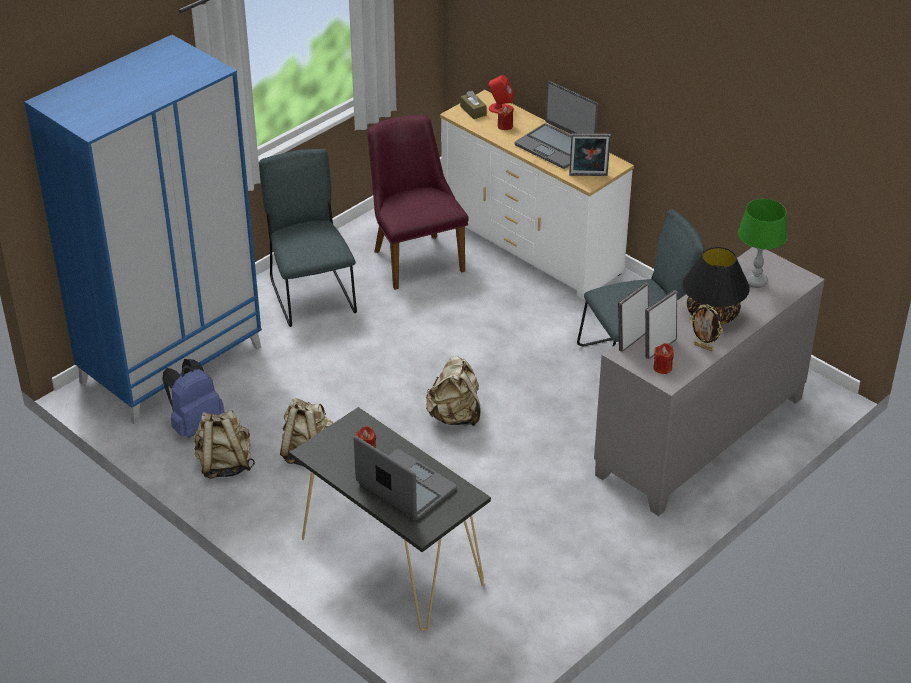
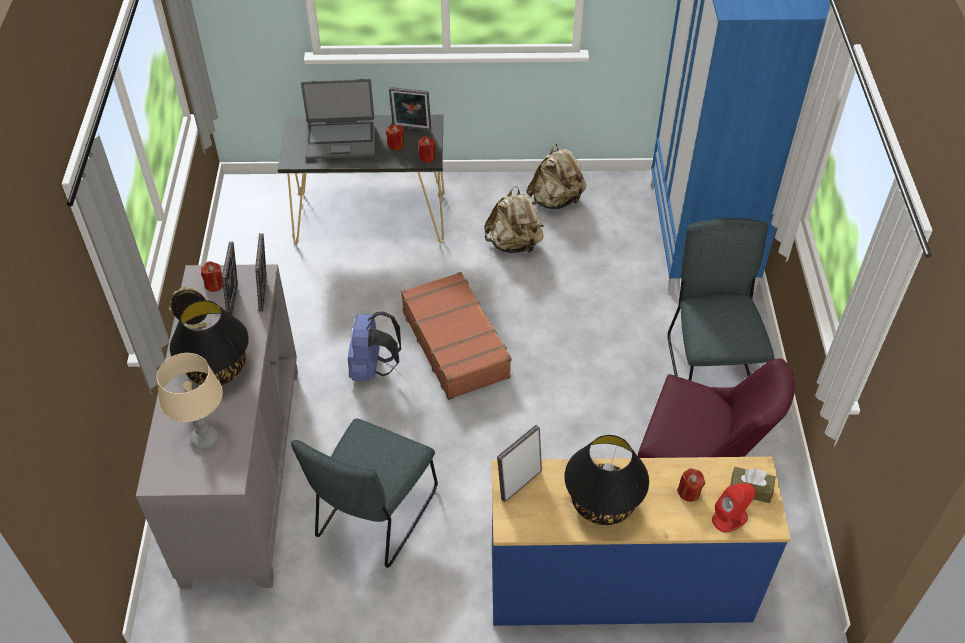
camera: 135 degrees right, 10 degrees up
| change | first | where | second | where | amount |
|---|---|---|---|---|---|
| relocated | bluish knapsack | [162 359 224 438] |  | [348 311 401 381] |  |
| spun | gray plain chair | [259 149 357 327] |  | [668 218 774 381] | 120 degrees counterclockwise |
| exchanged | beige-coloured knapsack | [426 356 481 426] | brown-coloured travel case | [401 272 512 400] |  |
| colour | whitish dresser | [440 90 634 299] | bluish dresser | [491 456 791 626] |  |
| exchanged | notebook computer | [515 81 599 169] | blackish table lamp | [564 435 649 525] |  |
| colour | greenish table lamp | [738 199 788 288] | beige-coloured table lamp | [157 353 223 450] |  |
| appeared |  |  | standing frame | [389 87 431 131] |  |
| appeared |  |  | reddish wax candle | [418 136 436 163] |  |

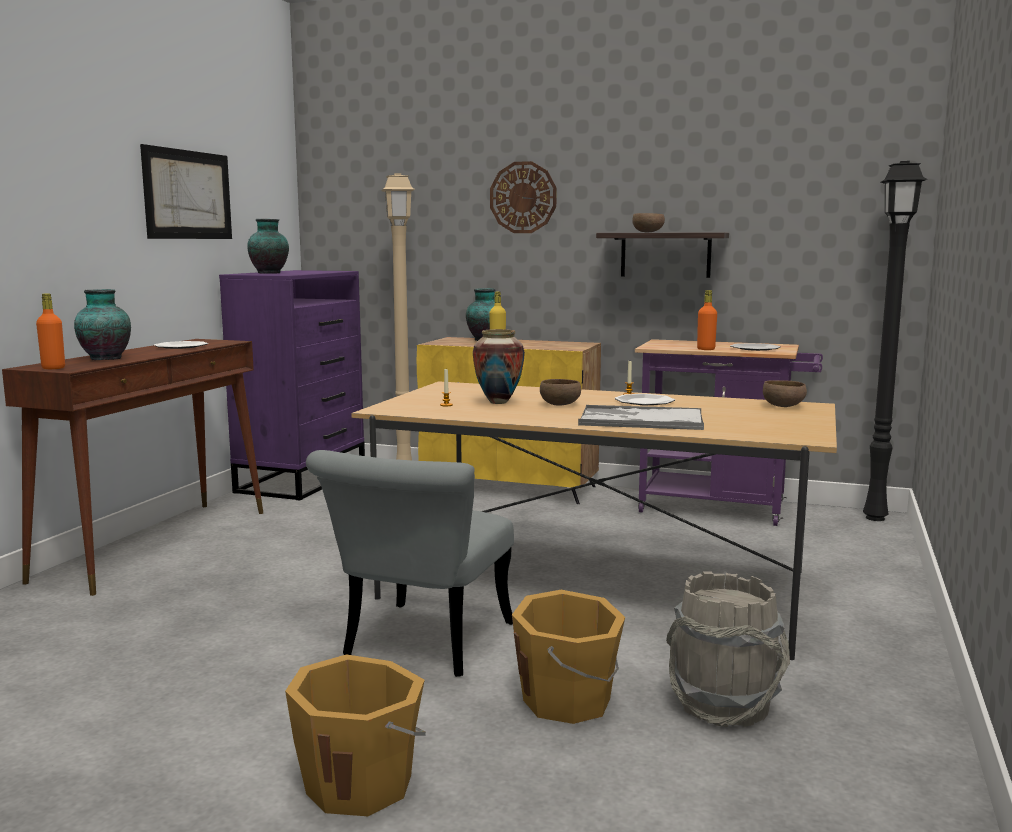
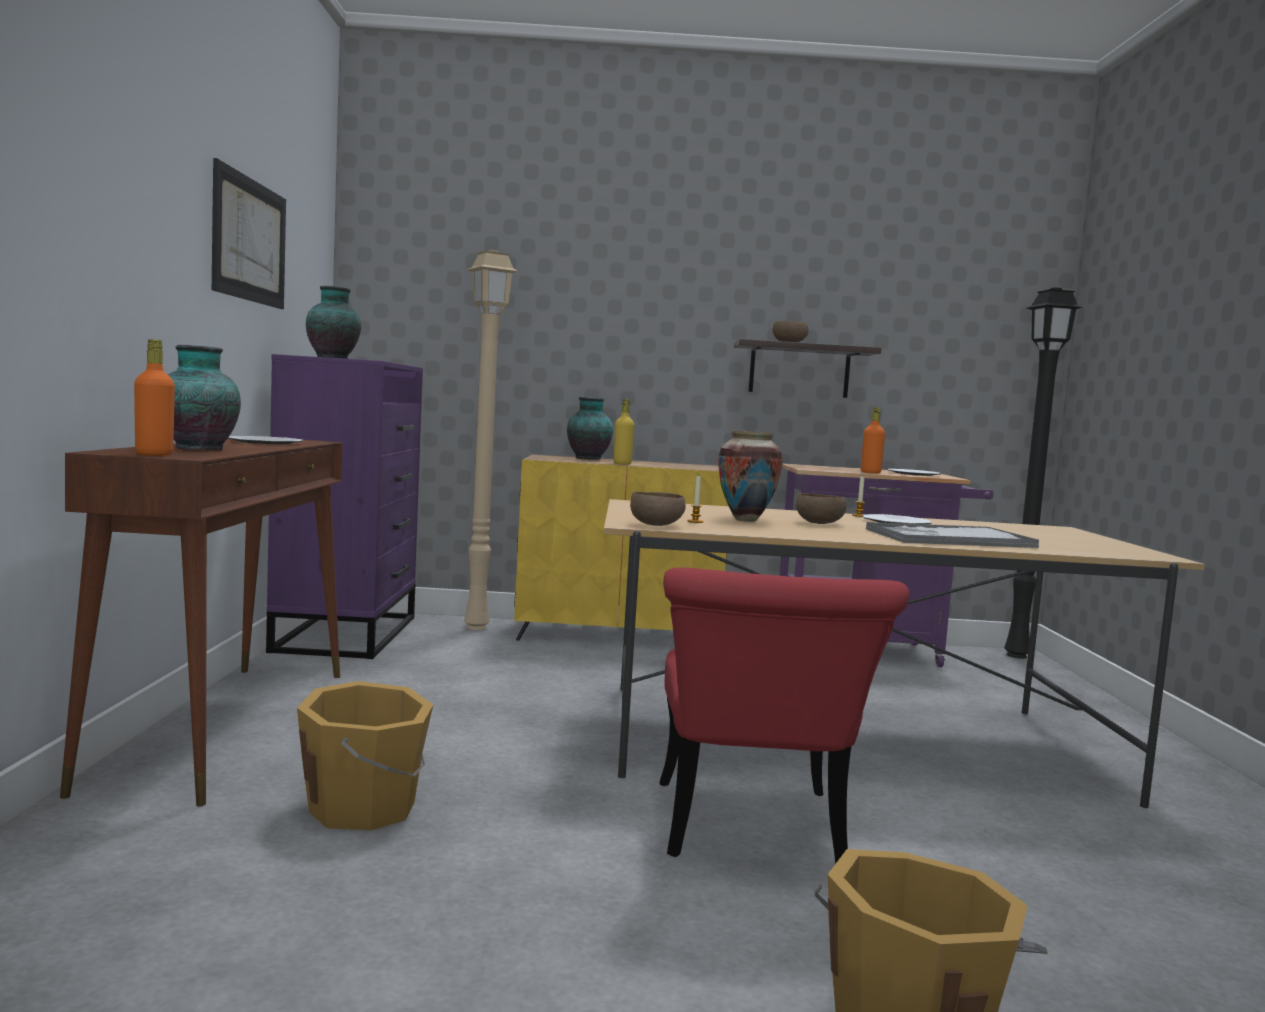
camera: 20 degrees left, 5 degrees down
| change | first | where | second | where | amount |
|---|---|---|---|---|---|
| colour | gray plain chair | [306 450 514 677] | reddish plain chair | [659 567 909 864] |  |
| missing | hanging clock | [490 161 557 233] |  |  |  |
| relocated | orange-coloured water bucket | [512 590 625 724] |  | [297 681 433 830] |  |
| missing | gray water bucket | [666 571 790 727] |  |  |  |
| relocated | brown-coloured deep dish | [763 381 807 407] |  | [630 492 686 526] |  |

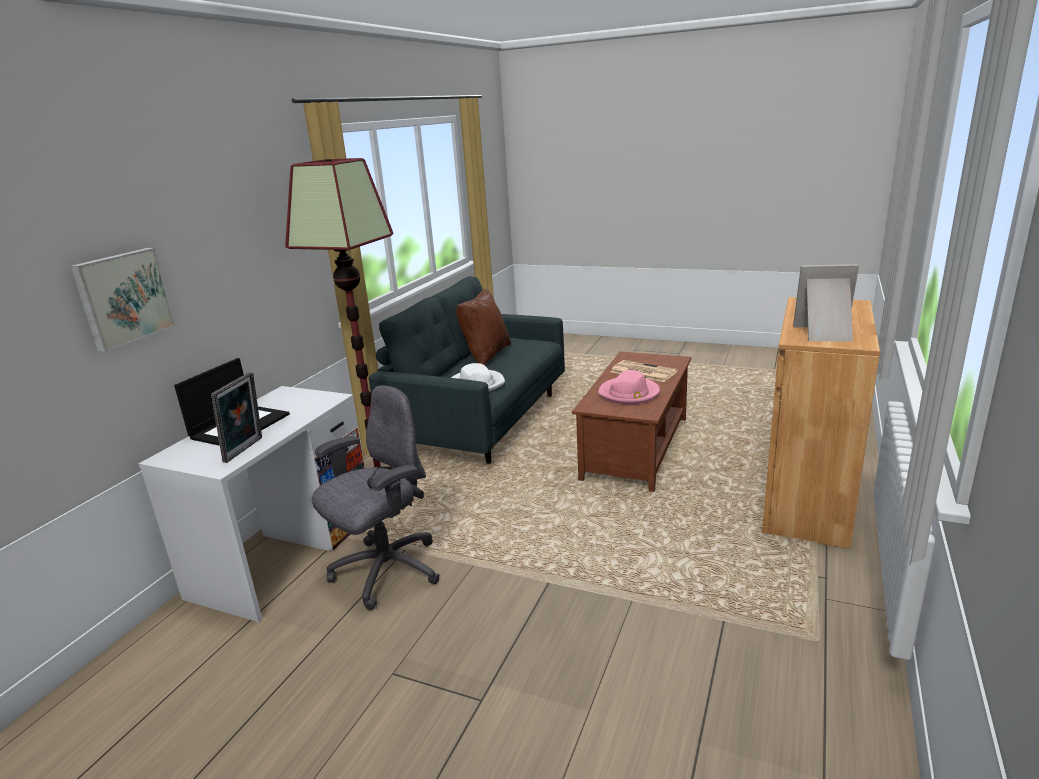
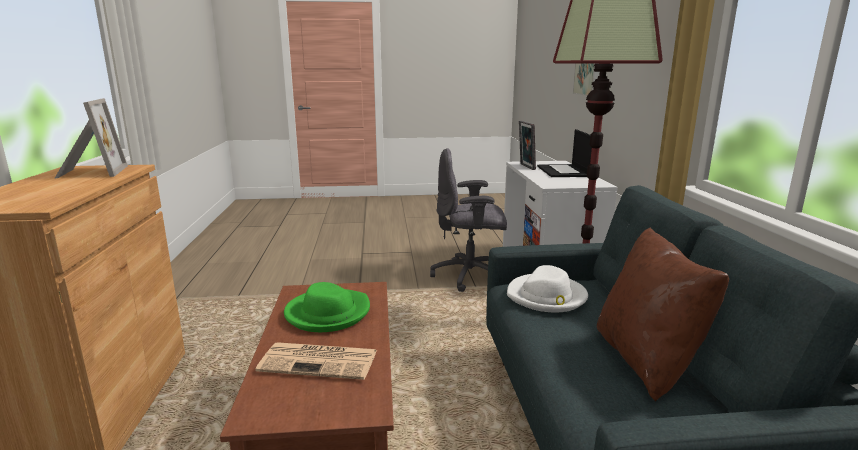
camera: 150 degrees right, 5 degrees down
| change | first | where | second | where | amount |
|---|---|---|---|---|---|
| spun | gray office chair | [312 385 440 610] |  | [430 148 507 292] | 75 degrees clockwise |
| colour | pink-coloured clothing hat | [598 370 660 404] | greenish clothing hat | [284 282 370 332] |  |
| spun | standing frame | [793 264 859 341] |  | [54 98 128 179] | 90 degrees counterclockwise |

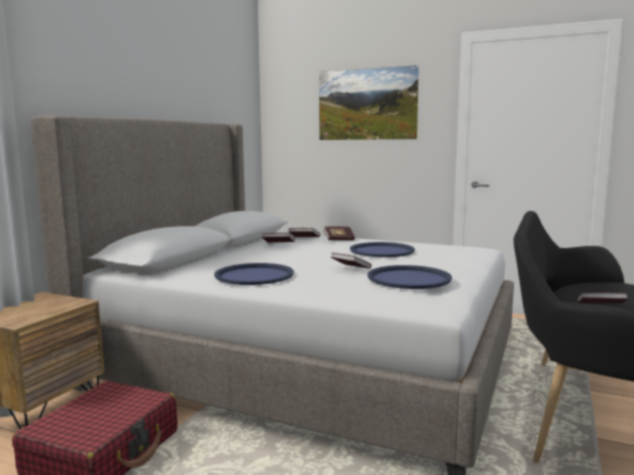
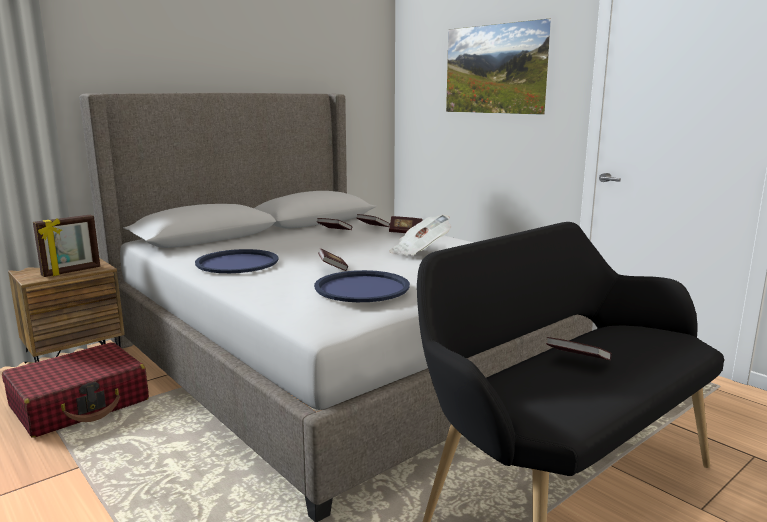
camera: 25 degrees right, 5 degrees up
| change | first | where | second | where | amount |
|---|---|---|---|---|---|
| exchanged | bluish serving tray | [350 242 415 257] | newspaper | [389 215 452 256] |  |
| appeared |  |  | standing frame | [33 215 100 277] |  |

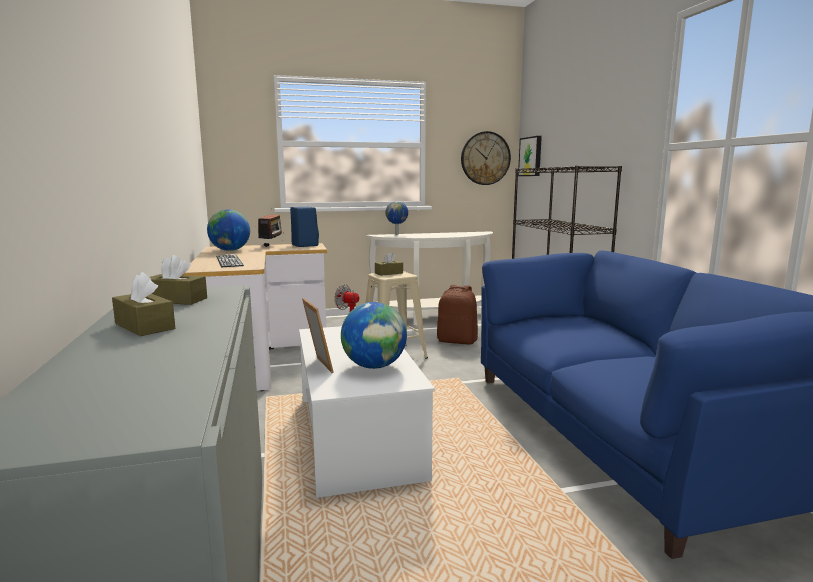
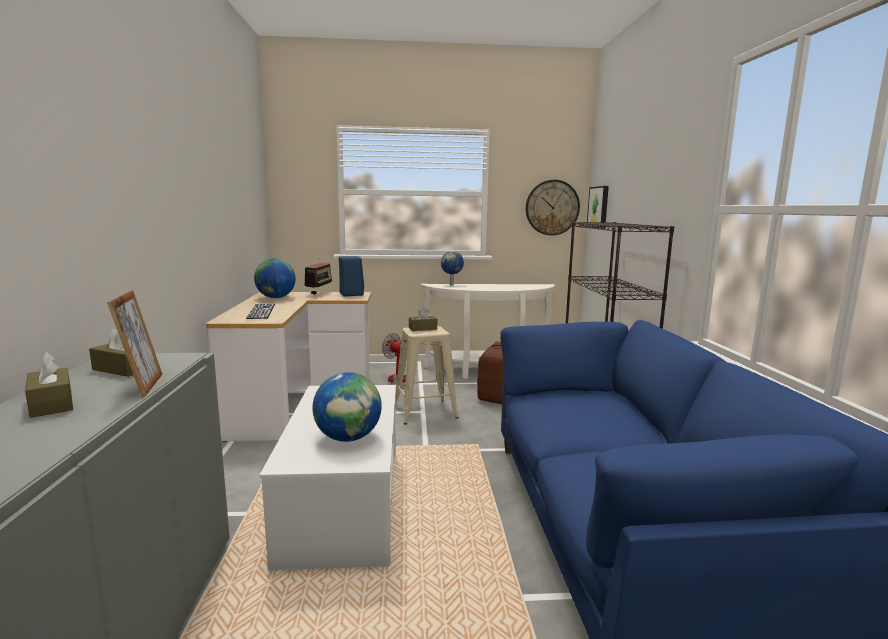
camera: 10 degrees right, 0 degrees up
| change | first | where | second | where | amount |
|---|---|---|---|---|---|
| relocated | standing frame | [302 298 334 373] |  | [107 290 162 397] |  |

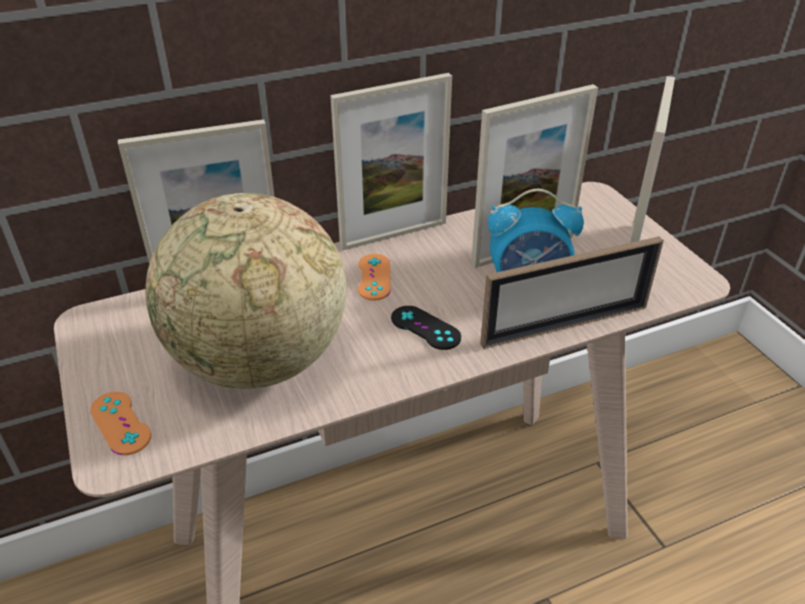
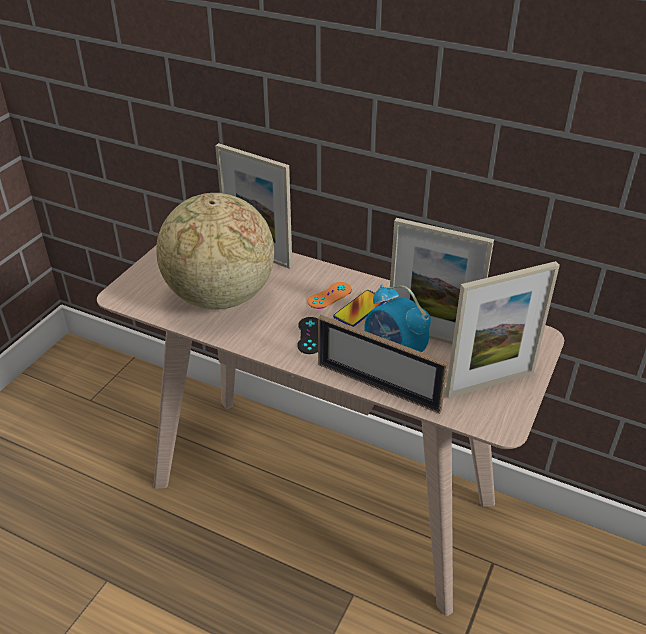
camera: 50 degrees right, 0 degrees up
| change | first | where | second | where | amount |
|---|---|---|---|---|---|
| missing | orange-coloured game controller | [90 392 151 455] |  |  |  |
| missing | standing frame | [330 73 452 250] |  |  |  |
| appeared |  |  | phone | [333 290 386 327] |  |

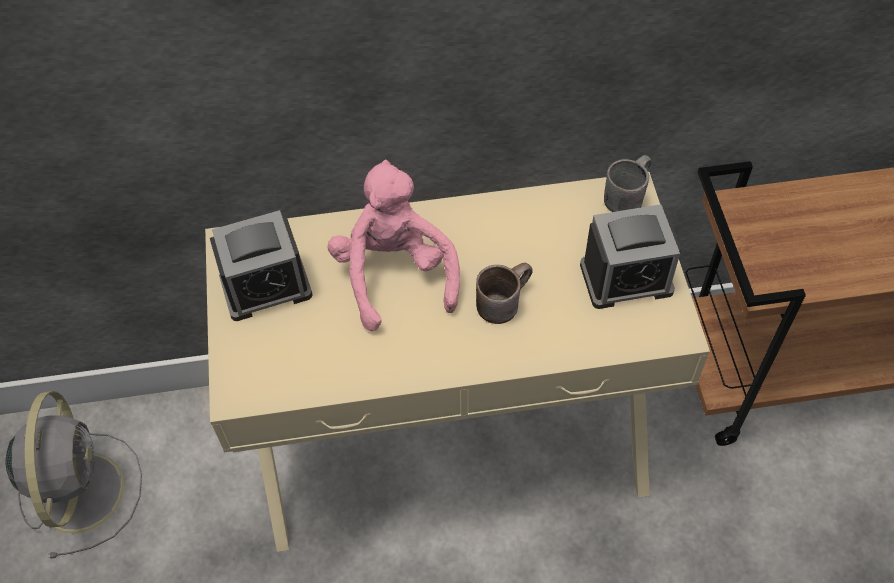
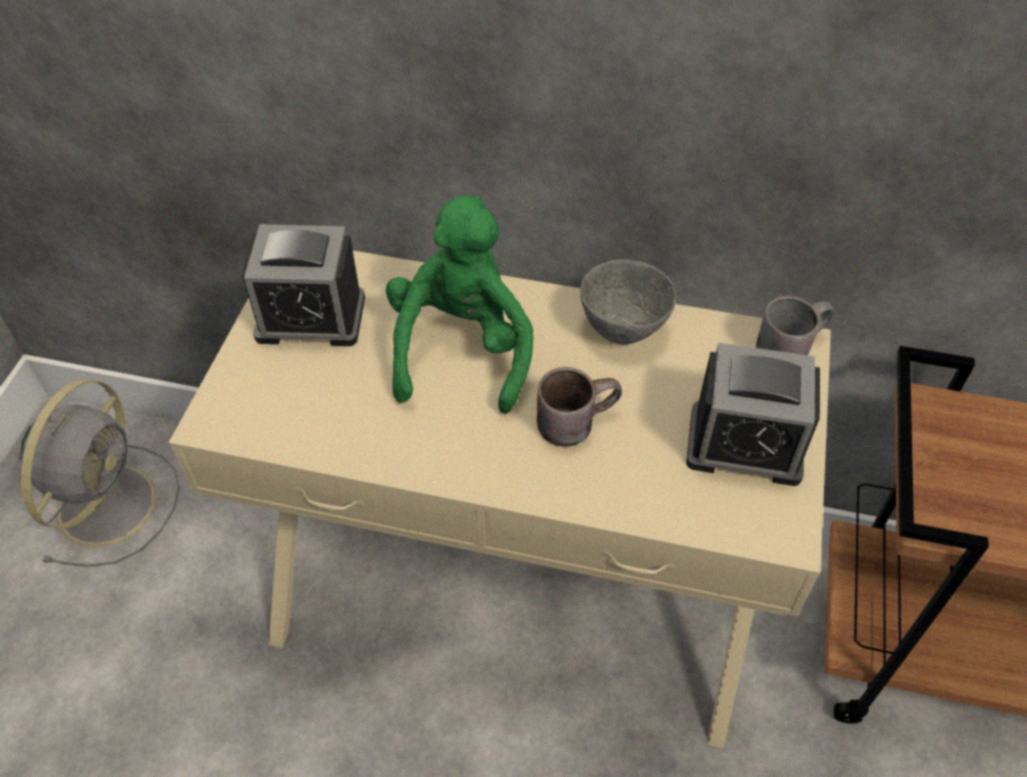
camera: 20 degrees right, 5 degrees down
| change | first | where | second | where | amount |
|---|---|---|---|---|---|
| colour | pink-coloured plush toy | [328 160 460 331] | greenish plush toy | [386 196 534 414] |  |
| appeared |  |  | gray deep dish | [580 259 676 344] |  |

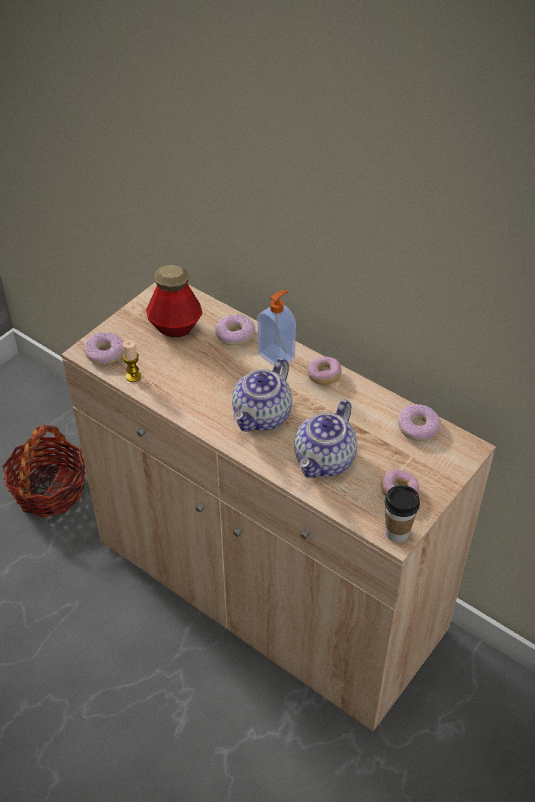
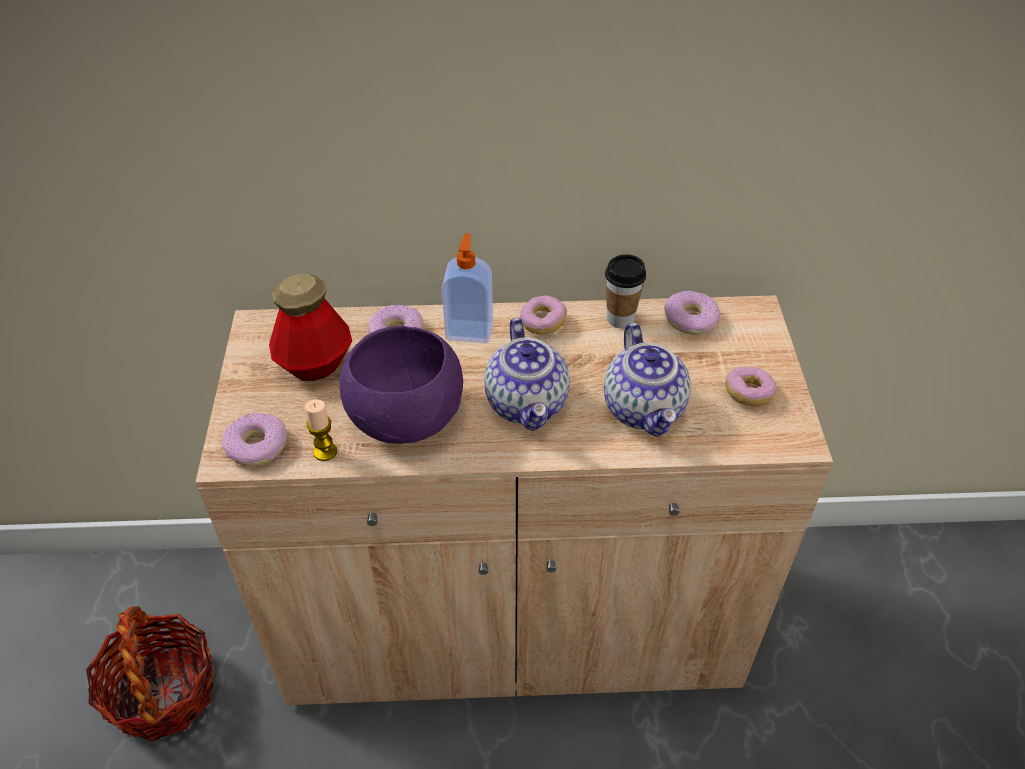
camera: 40 degrees left, 0 degrees up
| change | first | where | second | where | amount |
|---|---|---|---|---|---|
| relocated | small cup | [385 485 420 543] |  | [605 254 646 328] |  |
| appeared |  |  | purple-coloured deep dish | [339 326 463 444] |  |

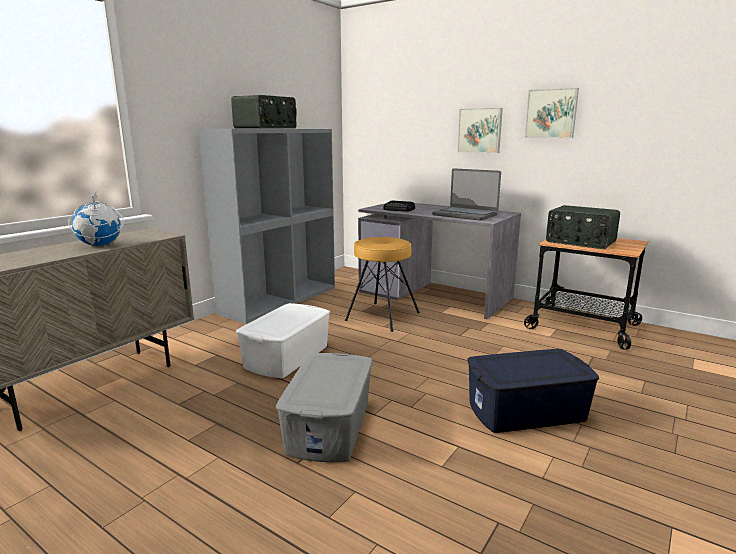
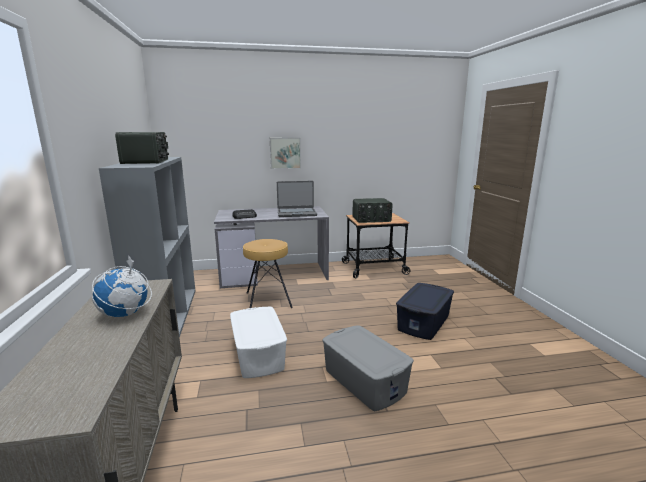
camera: 45 degrees left, 0 degrees up
| change | first | where | second | where | amount |
|---|---|---|---|---|---|
| missing | picture | [525 88 579 138] |  |  |  |

